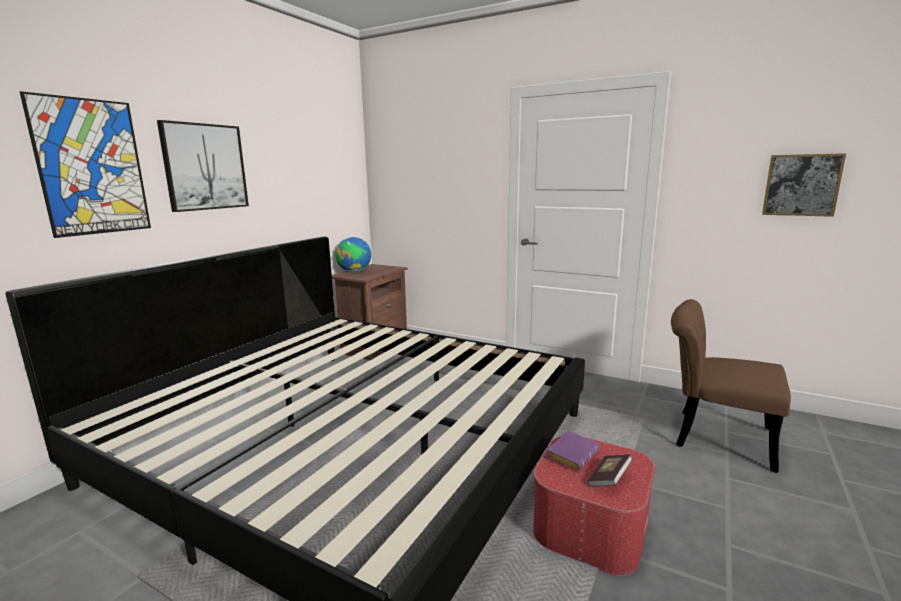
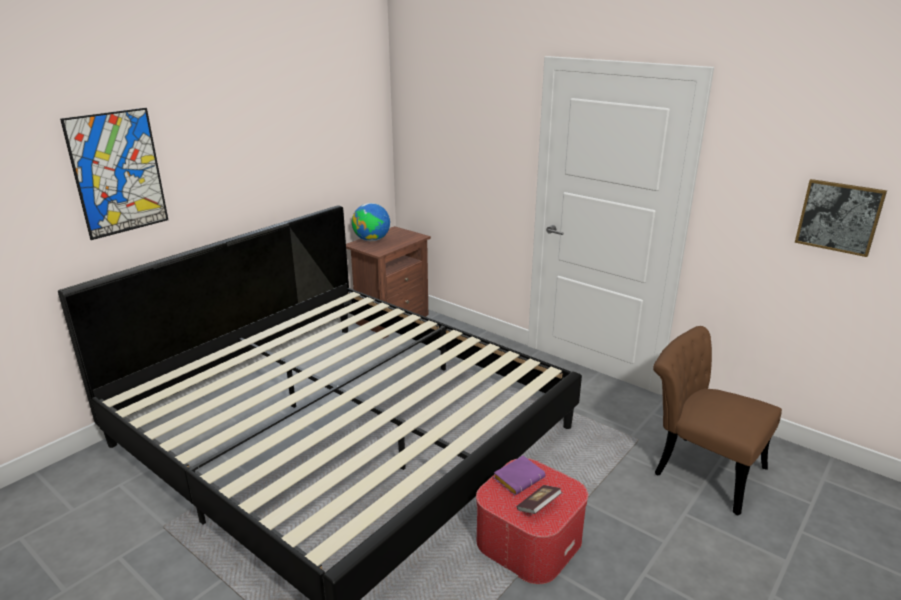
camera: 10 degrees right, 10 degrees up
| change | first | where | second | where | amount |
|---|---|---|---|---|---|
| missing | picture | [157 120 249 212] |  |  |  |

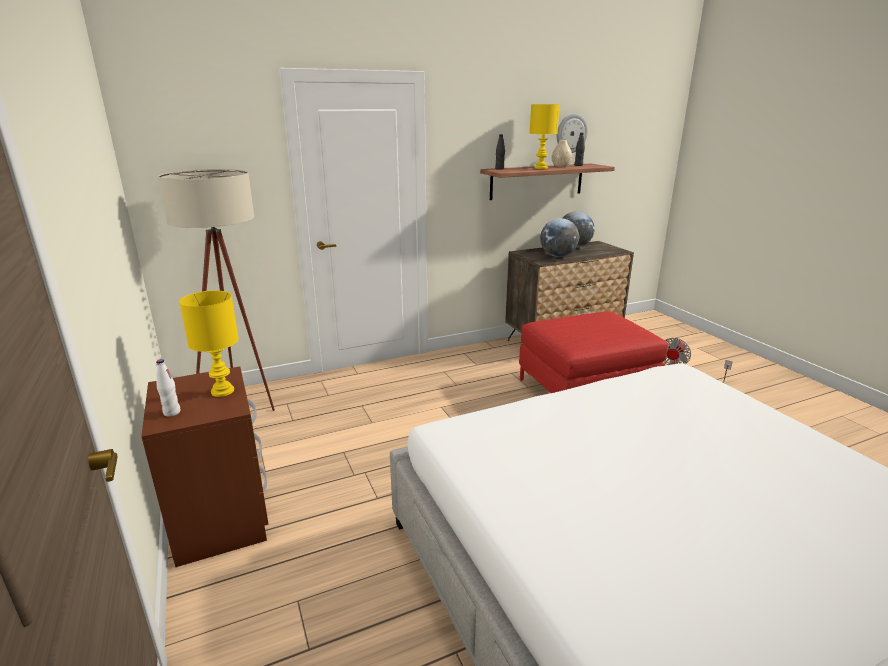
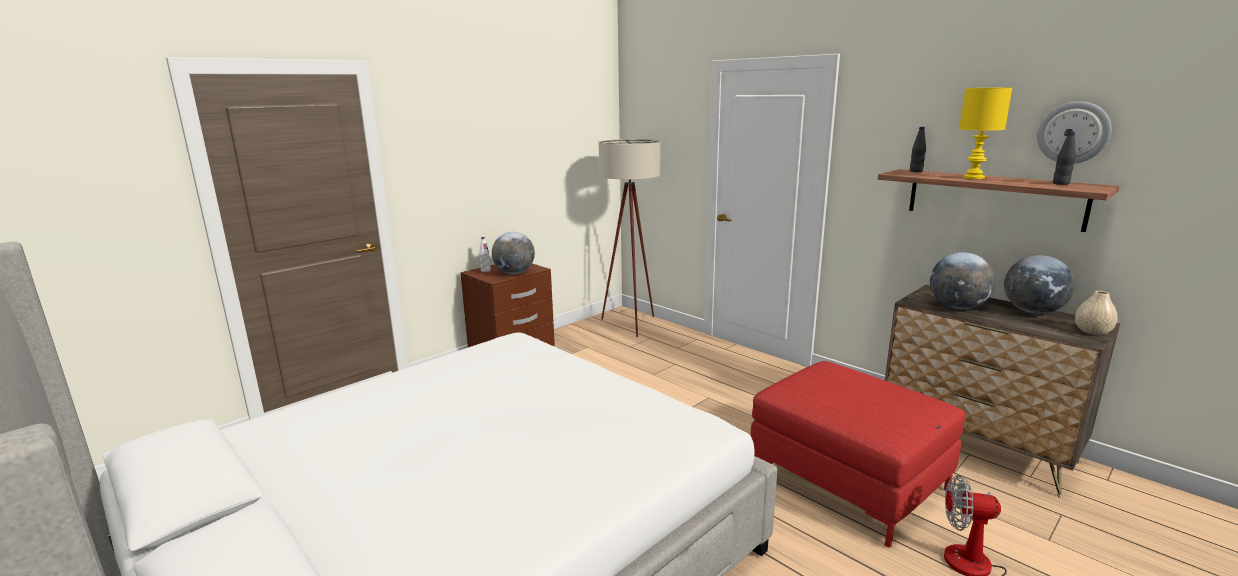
camera: 70 degrees right, 5 degrees down
| change | first | where | second | where | amount |
|---|---|---|---|---|---|
| exchanged | yellowish table lamp | [179 290 239 397] | desk globe | [492 232 535 274] |  |
| relocated | beige-coloured flower vase | [552 140 572 167] |  | [1075 291 1118 335] |  |

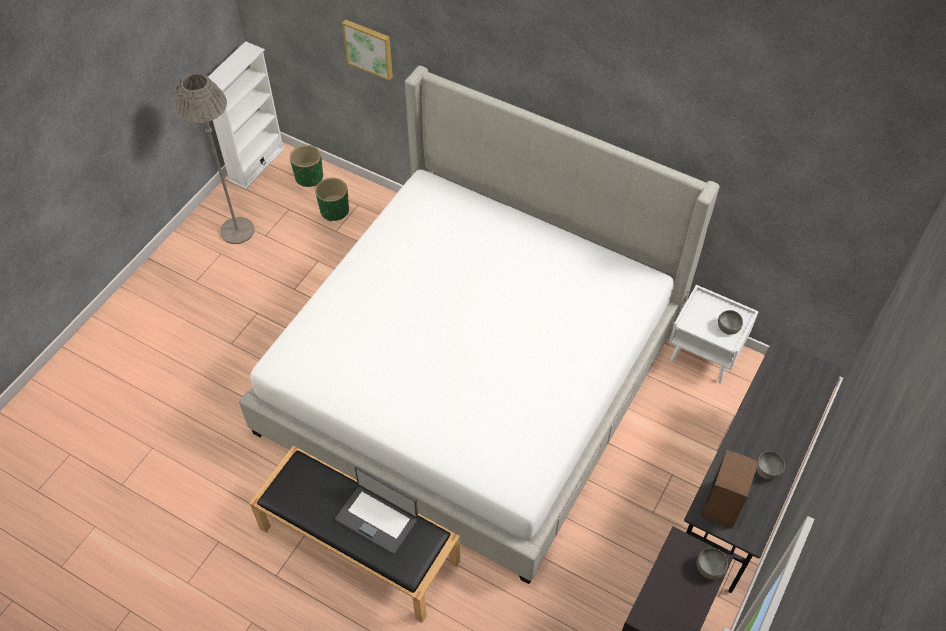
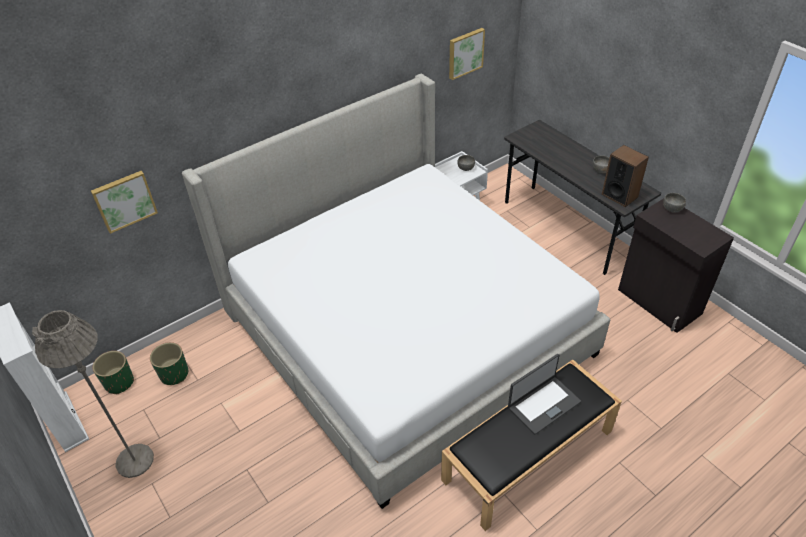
camera: 65 degrees left, 10 degrees down
| change | first | where | second | where | amount |
|---|---|---|---|---|---|
| appeared |  |  | picture | [449 28 485 80] |  |

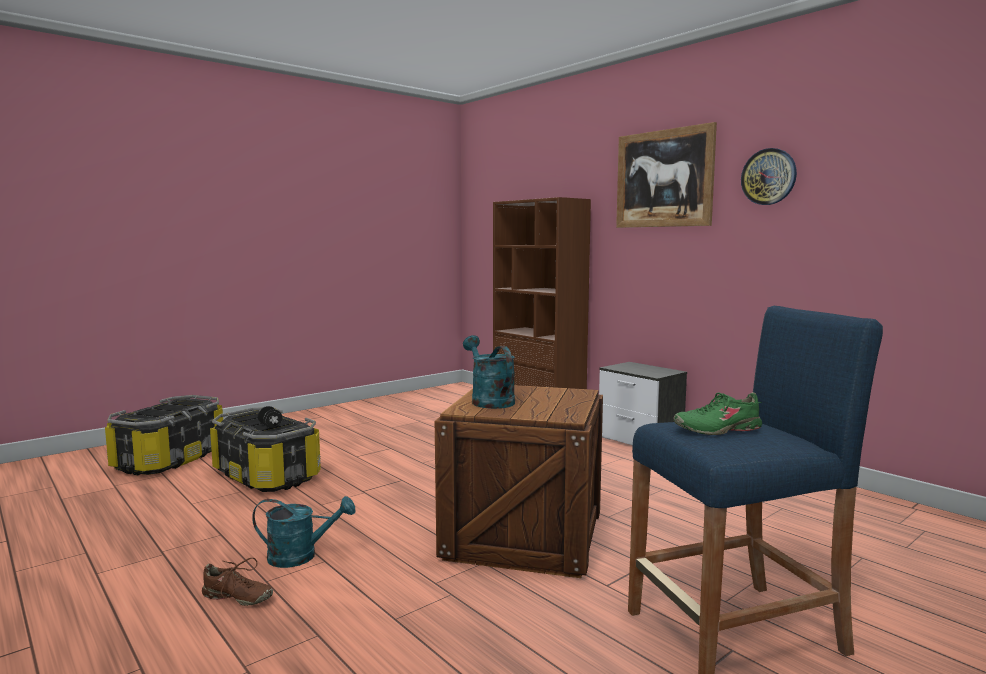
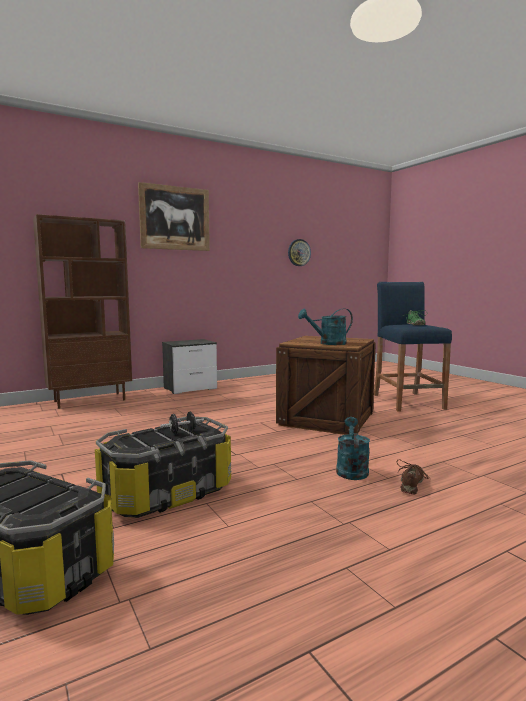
camera: 80 degrees left, 0 degrees up
| change | first | where | second | where | amount |
|---|---|---|---|---|---|
| relocated | hanging clock | [741 148 797 205] |  | [288 239 311 266] |  |

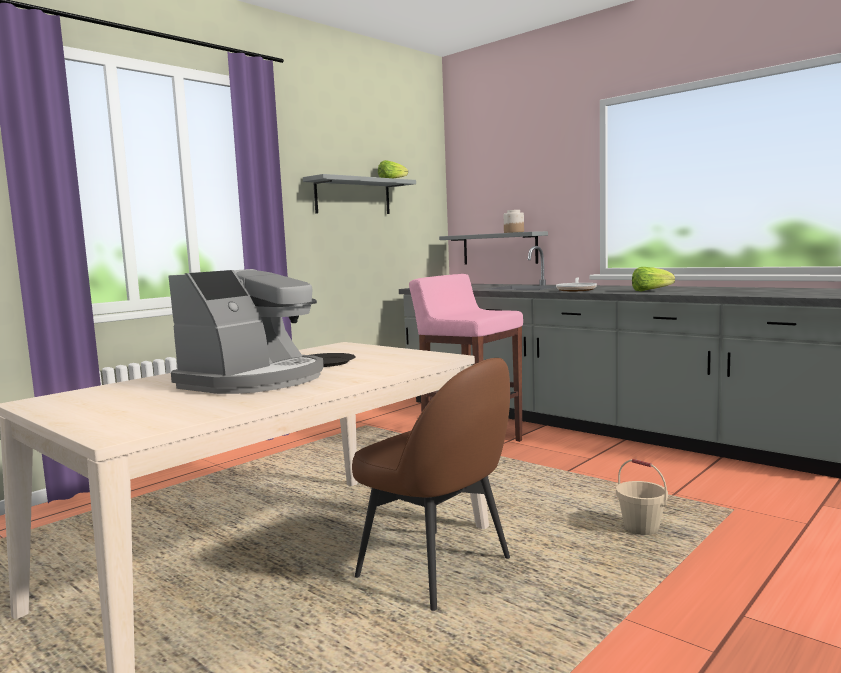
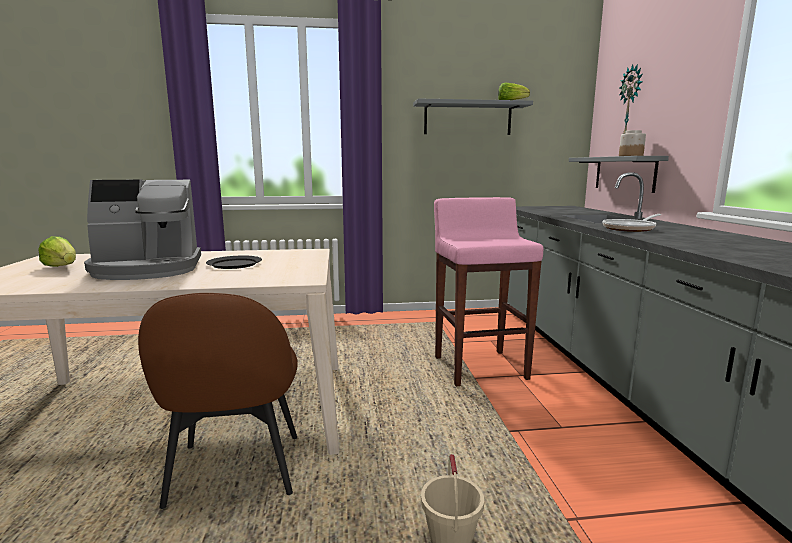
camera: 40 degrees right, 5 degrees up
| change | first | where | second | where | amount |
|---|---|---|---|---|---|
| relocated | head of lettuce | [632 267 675 291] |  | [38 236 76 267] |  |
| appeared |  |  | hanging clock | [619 64 643 134] |  |

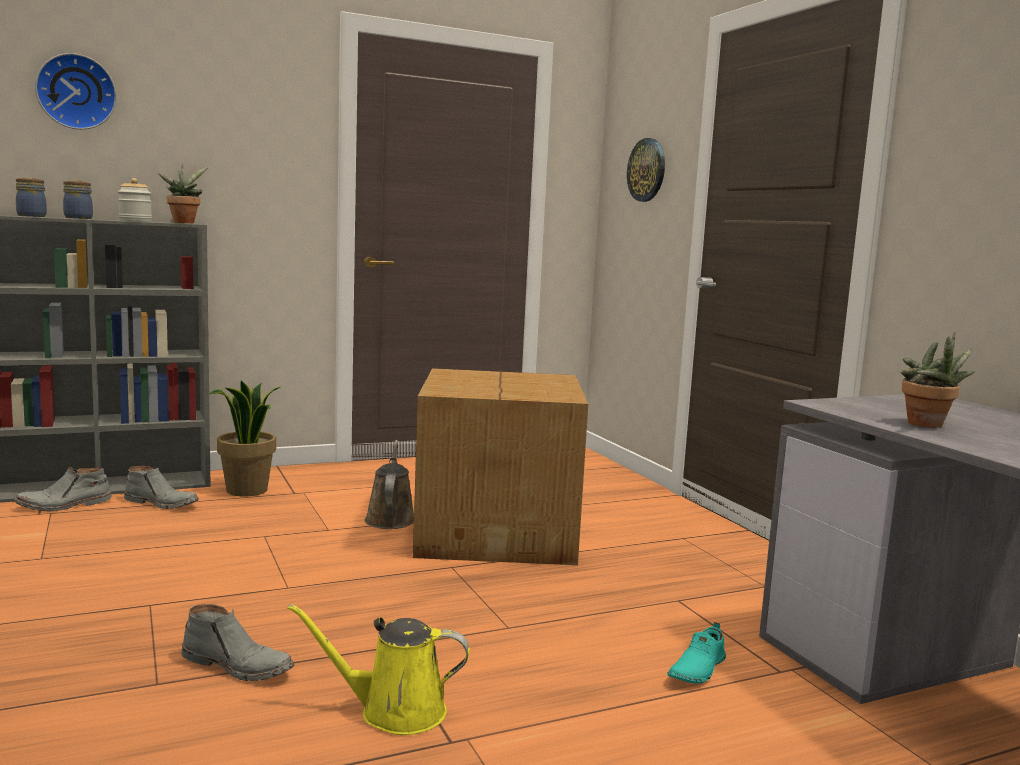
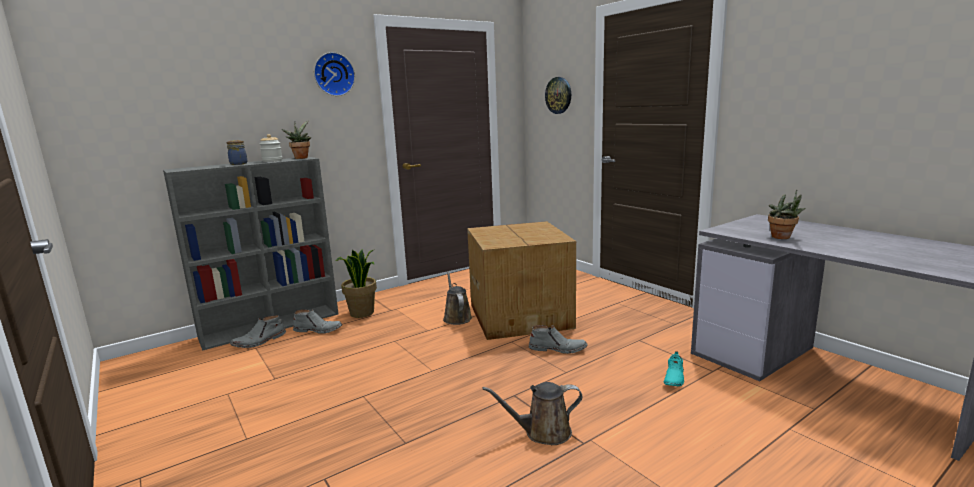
camera: 10 degrees left, 5 degrees up
| change | first | where | second | where | amount |
|---|---|---|---|---|---|
| missing | jar | [16 178 47 217] |  |  |  |
| relocated | hanging clock | [35 53 117 130] |  | [314 52 355 96] |  |
| relocated | gray boot | [181 604 294 681] |  | [529 325 588 354] |  |
| colour | yellowish watering pot | [287 604 470 735] | brown-coloured watering pot | [482 382 582 445] |  |

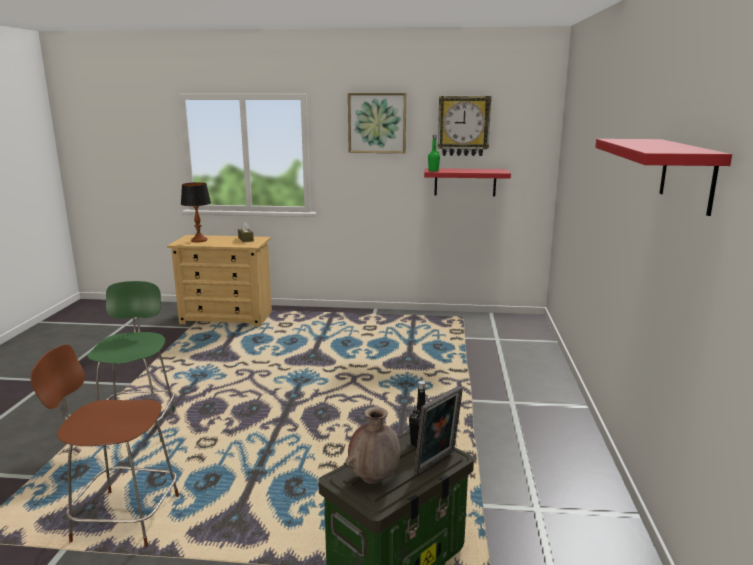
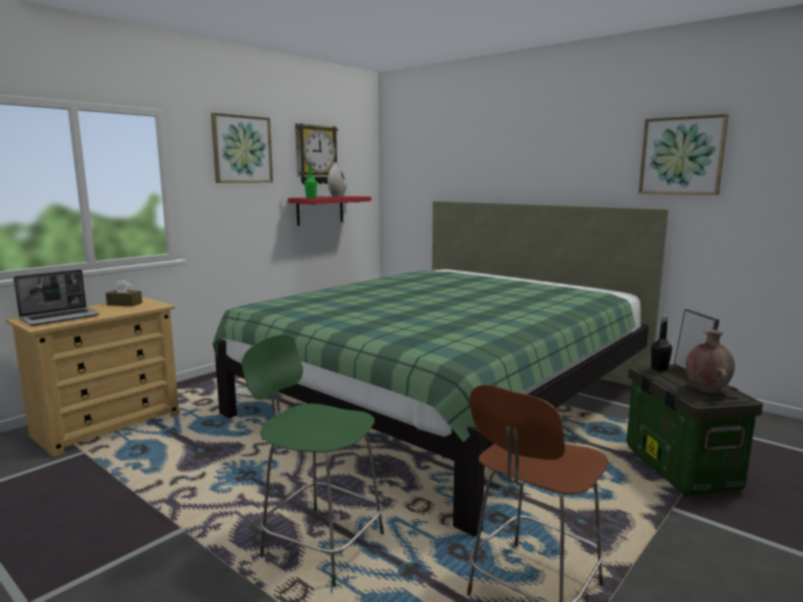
camera: 55 degrees left, 5 degrees down
| change | first | where | second | where | amount |
|---|---|---|---|---|---|
| exchanged | table lamp | [181 182 211 242] | notebook computer | [13 269 100 326] |  |
| exchanged | reddish bracket shelf | [595 139 732 216] | picture | [639 114 729 195] |  |
| appeared |  |  | greenish bed | [213 201 668 536] |  |
| appeared |  |  | whitish flower vase | [327 162 347 197] |  |

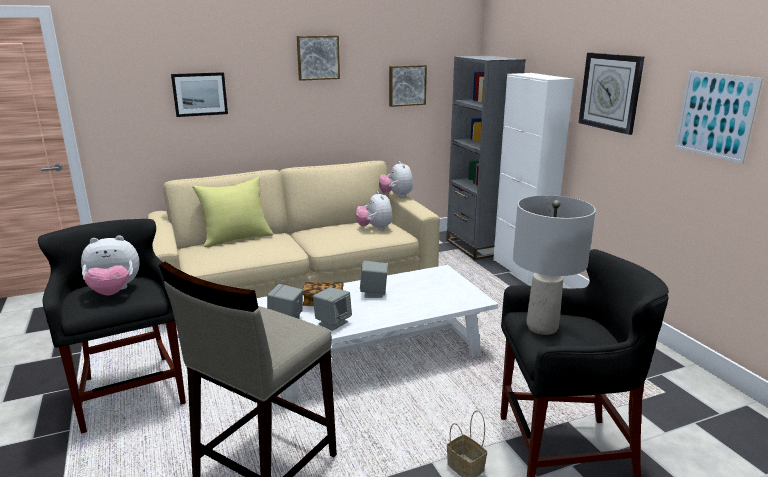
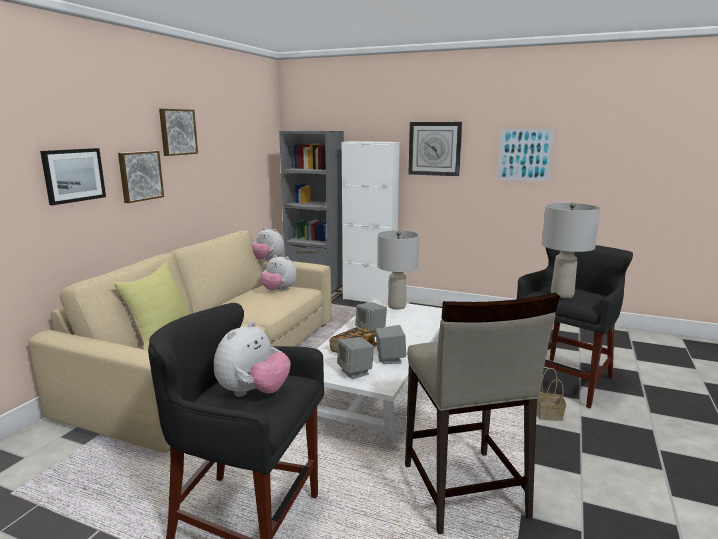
camera: 45 degrees left, 5 degrees down
| change | first | where | second | where | amount |
|---|---|---|---|---|---|
| relocated | picture | [389 65 427 107] |  | [118 151 164 203] |  |
| appeared |  |  | gray table lamp | [377 230 420 310] |  |

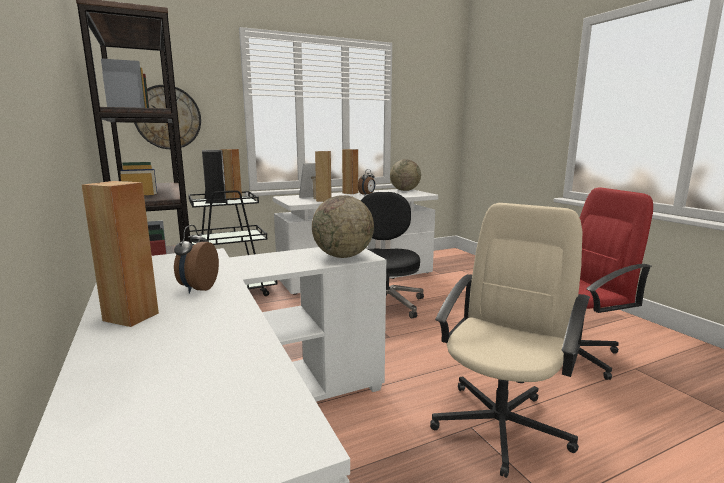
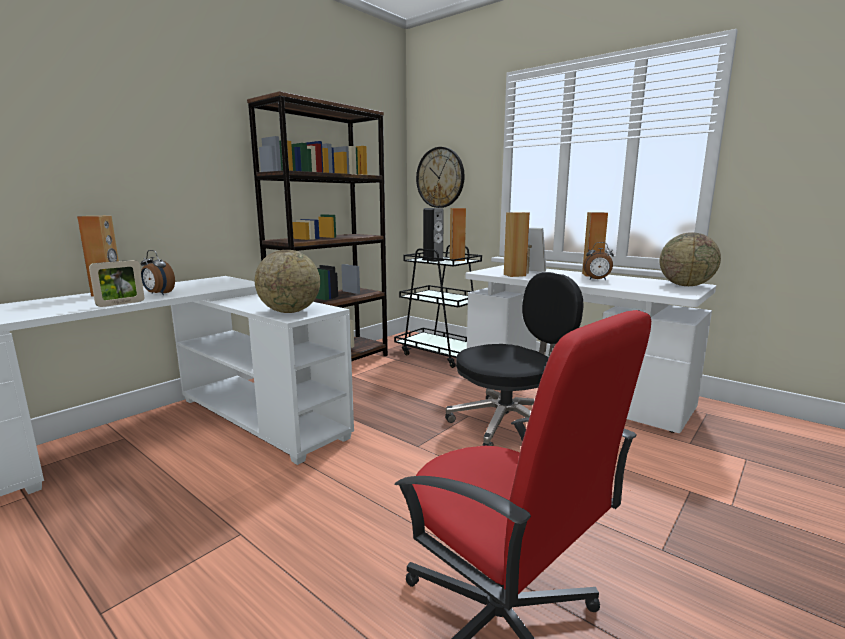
camera: 65 degrees right, 0 degrees up
| change | first | where | second | where | amount |
|---|---|---|---|---|---|
| spun | table clock | [174 225 219 293] |  | [141 250 175 295] | 135 degrees counterclockwise |
| missing | beige-coloured office chair | [430 203 590 478] |  |  |  |
| appeared |  |  | standing frame | [89 260 144 307] |  |

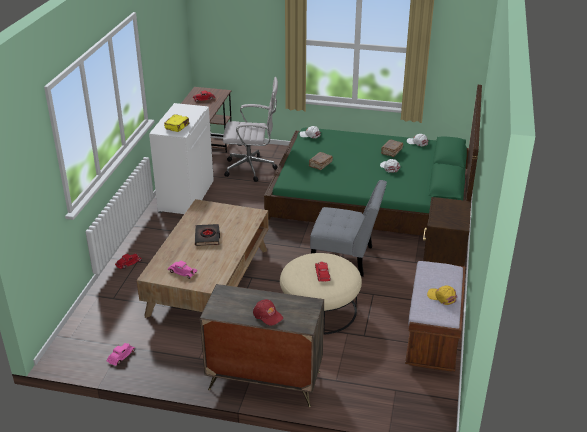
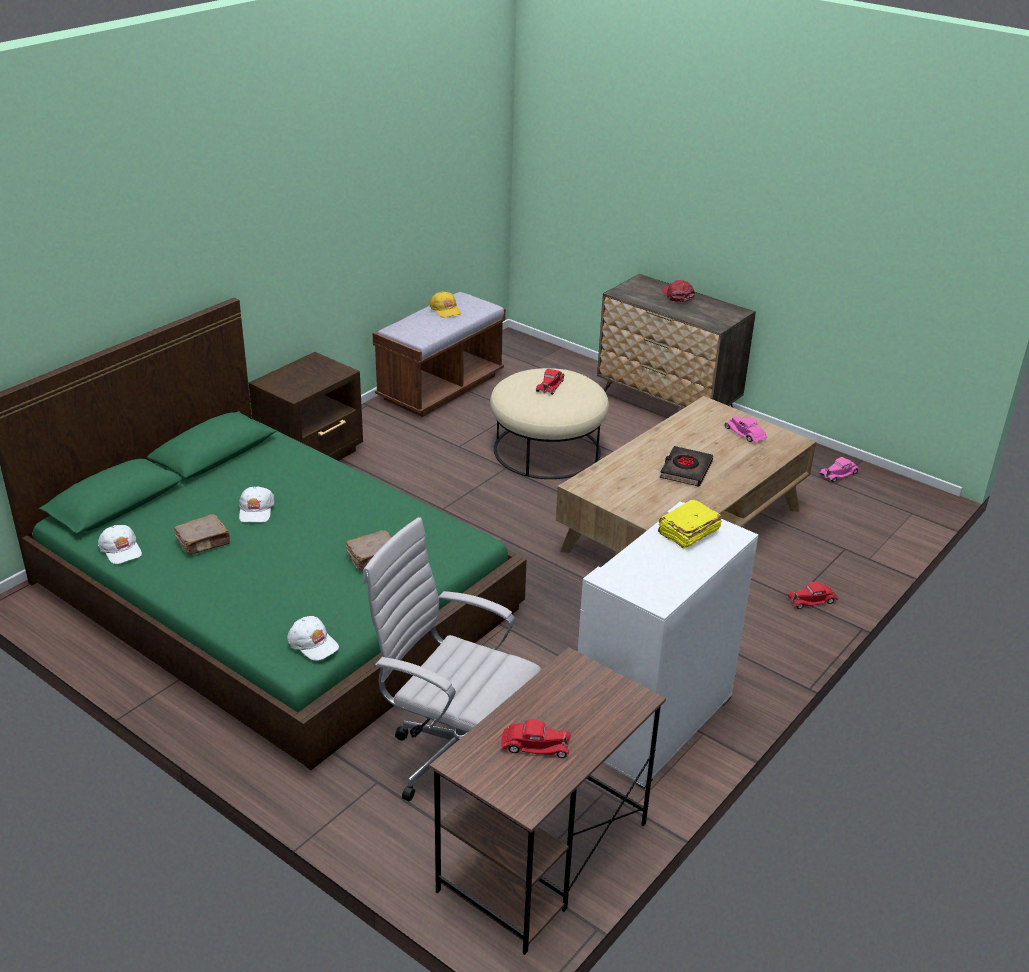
camera: 155 degrees left, 0 degrees up
| change | first | where | second | where | amount |
|---|---|---|---|---|---|
| missing | gray plain chair | [310 180 387 277] |  |  |  |

